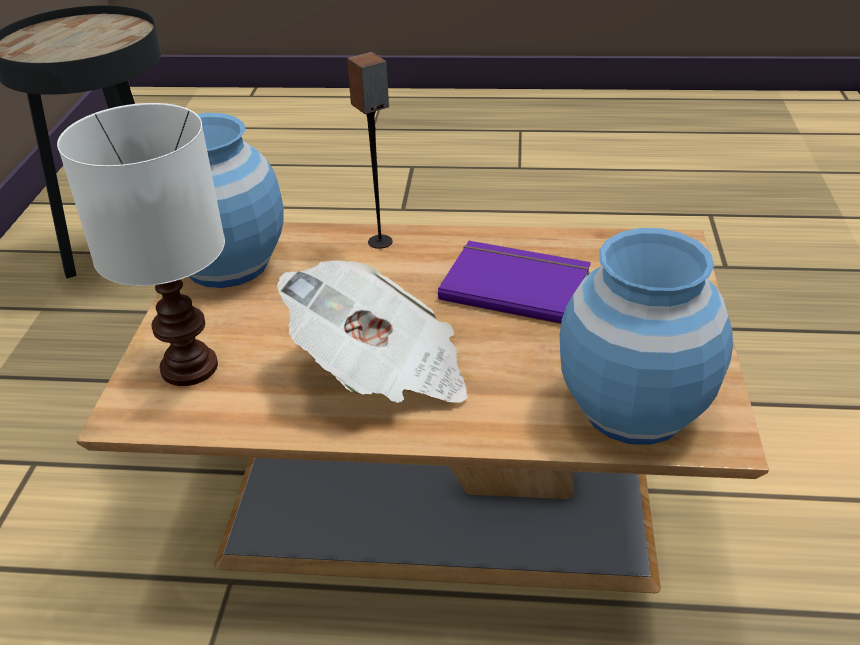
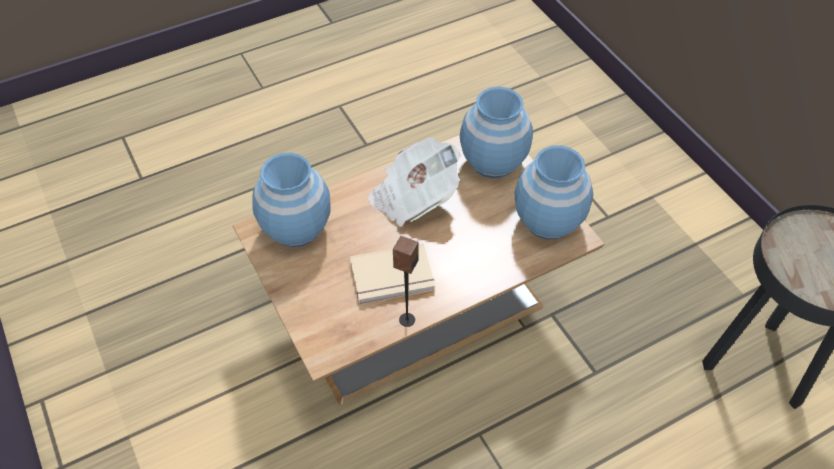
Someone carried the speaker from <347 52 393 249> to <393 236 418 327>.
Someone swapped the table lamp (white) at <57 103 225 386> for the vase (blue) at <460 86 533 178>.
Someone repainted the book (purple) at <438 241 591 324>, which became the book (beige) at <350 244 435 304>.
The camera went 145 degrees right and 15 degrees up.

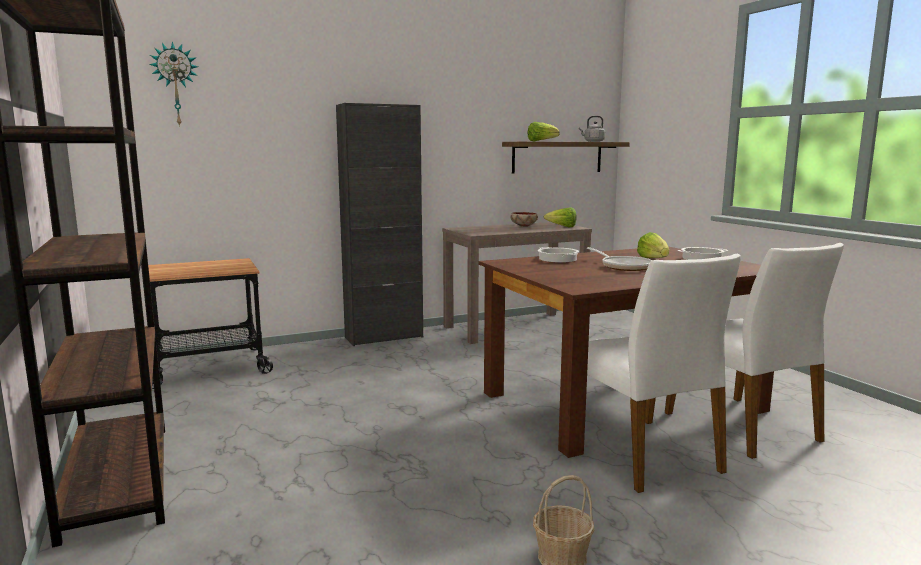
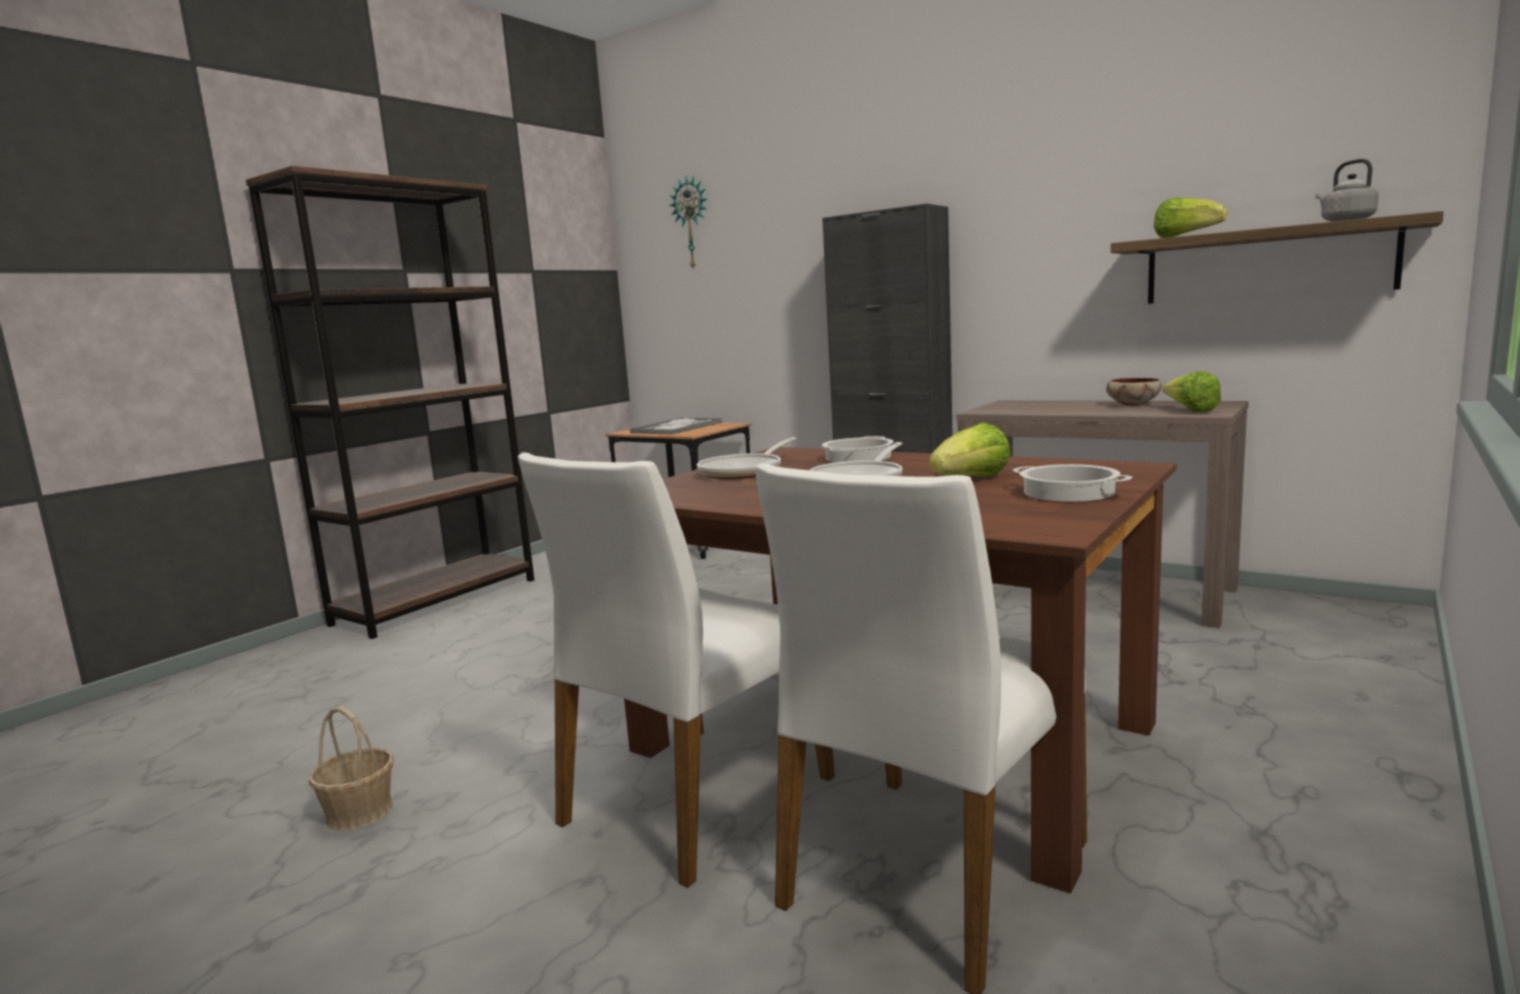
Someone put down the tray at <630 418 722 435>.
Someone put down the frying pan at <697 437 796 480>.
The camera went 60 degrees right and 0 degrees up.

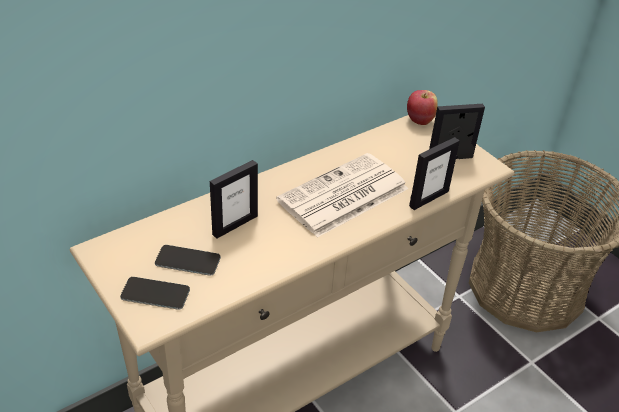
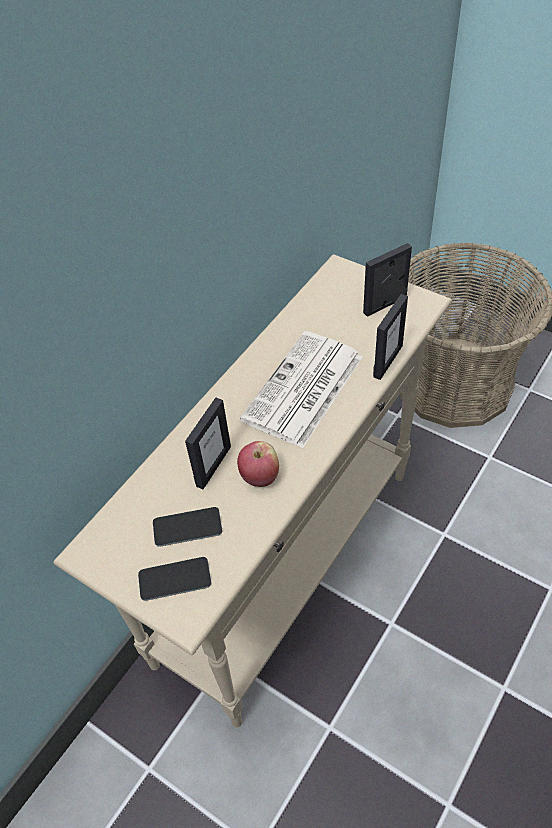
Someone carried the apple from <407 90 438 125> to <237 441 279 487>.
The camera went 15 degrees left and 10 degrees up.

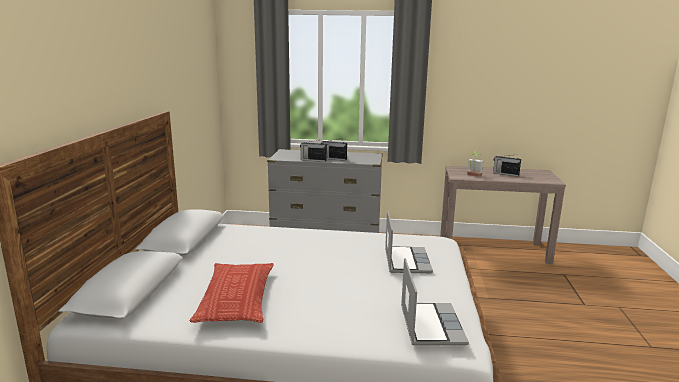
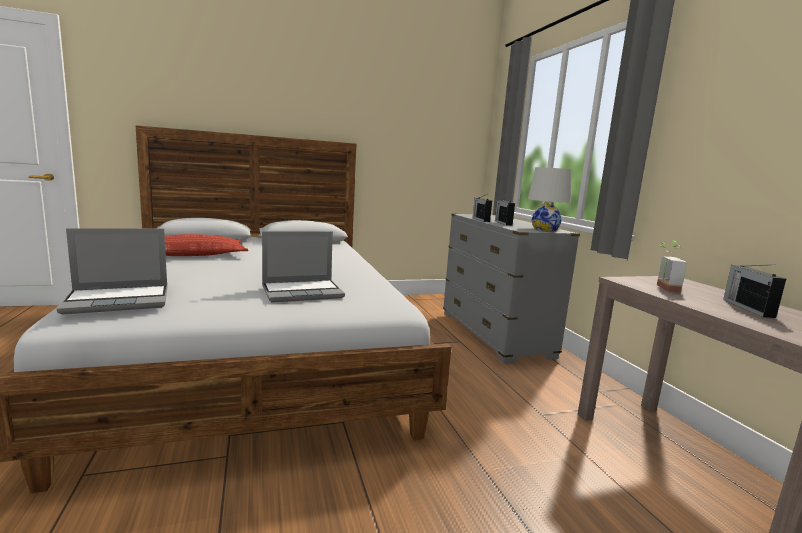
Someone put down the table lamp (white) at <528 167 572 231>.
The camera went 65 degrees right and 5 degrees down.

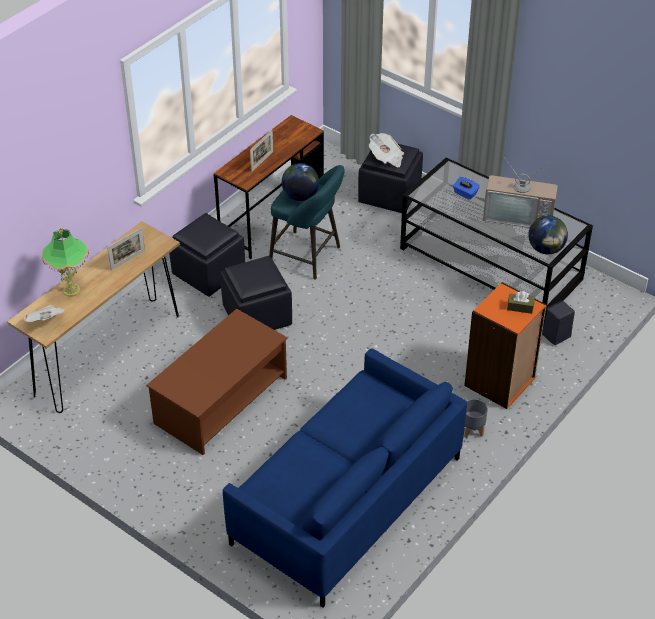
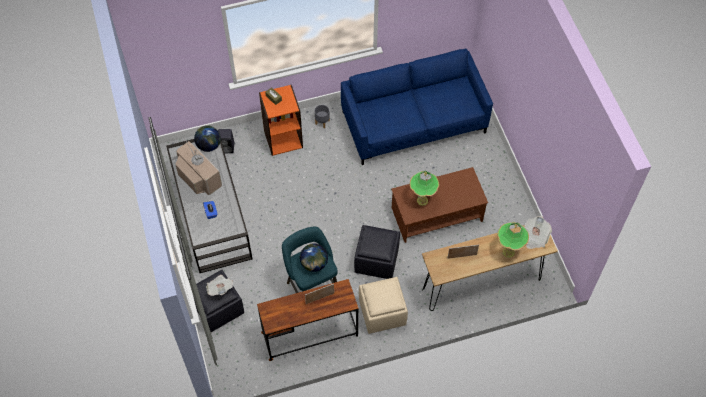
Someone repainted the ottoman (black) at <169 213 245 297>, which became the ottoman (beige) at <359 277 408 334>.
Someone put down the table lamp at <409 170 439 206>.
The camera went 145 degrees left and 15 degrees up.

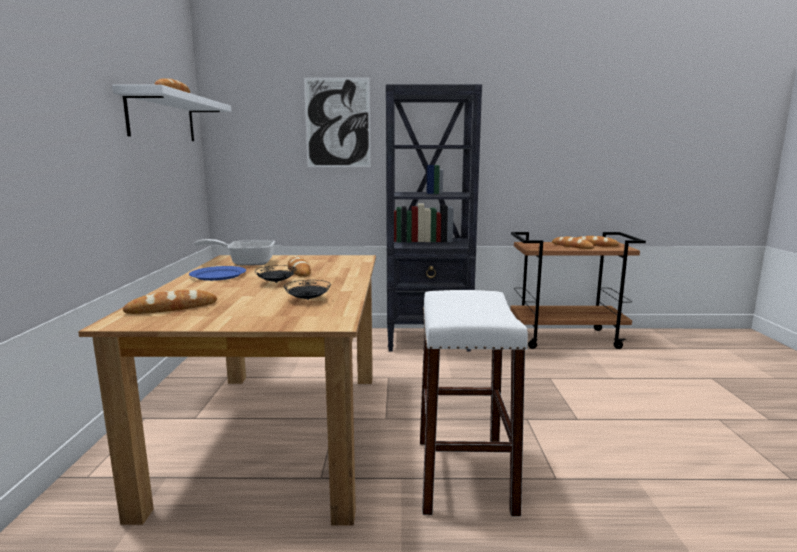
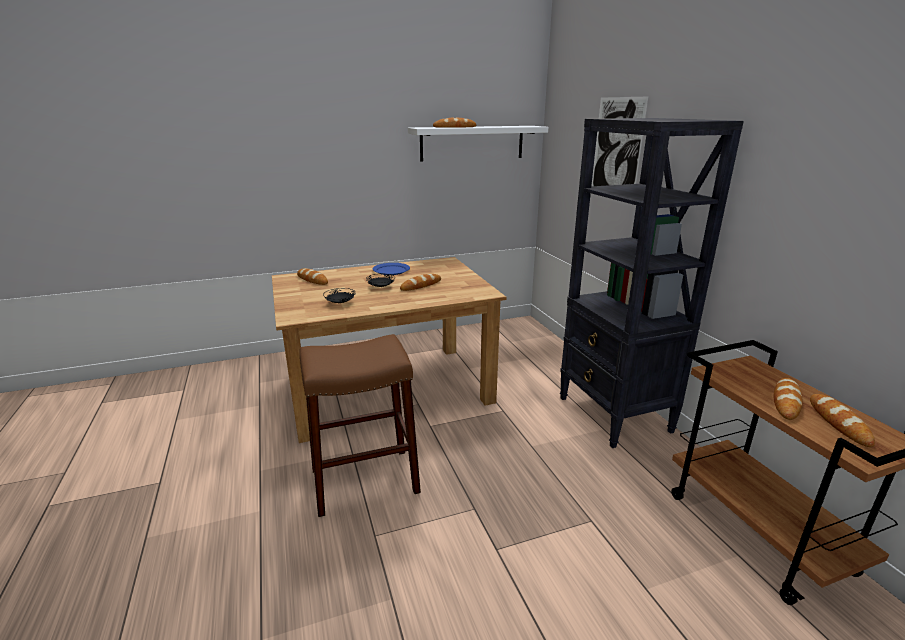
Someone took away the frying pan at <194 239 275 266>.
Someone repainted the stool (white) at <420 290 528 516>, which became the stool (brown) at <300 334 421 517>.
The camera went 70 degrees right and 10 degrees up.

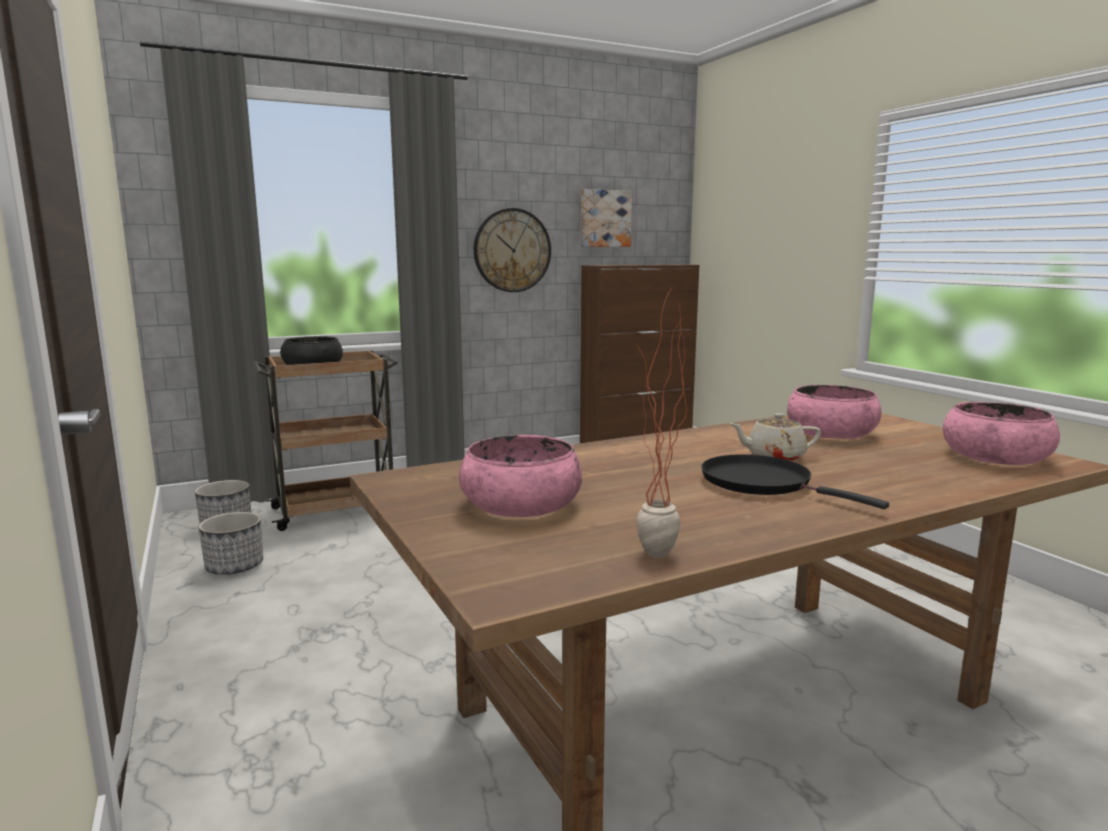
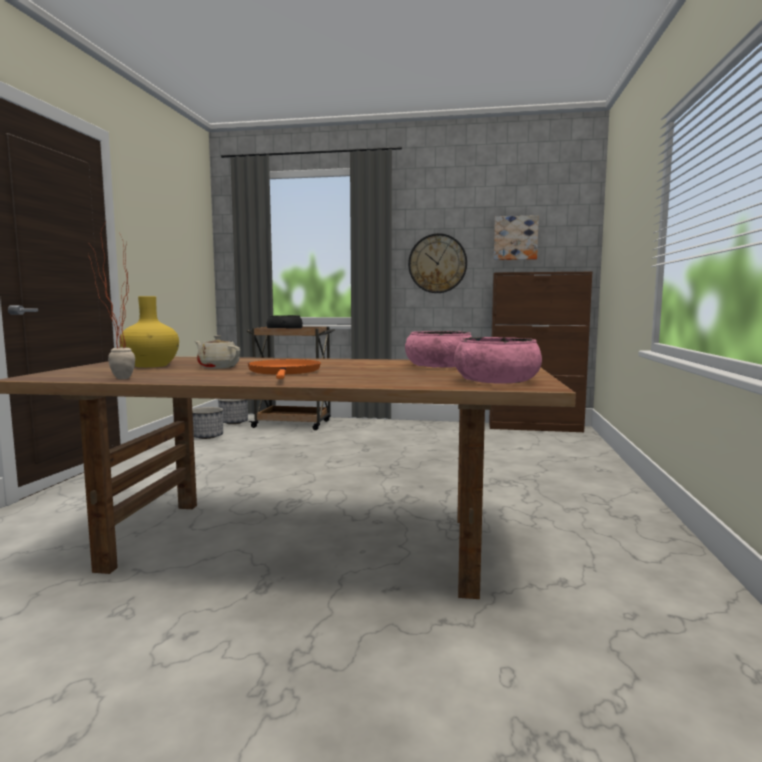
Someone carried the teapot (beige) from <729 413 821 461> to <195 335 240 369>.
Someone swapped the bowl (pink) at <459 435 582 517> for the vase (yellow) at <119 296 179 368>.
Someone repainted the frying pan (black) at <701 454 889 509>, which became the frying pan (orange) at <248 359 321 379>.
The camera went 35 degrees right and 5 degrees down.

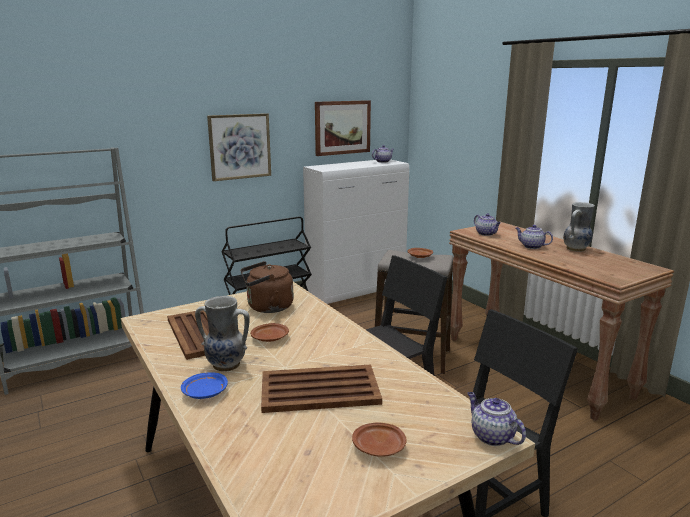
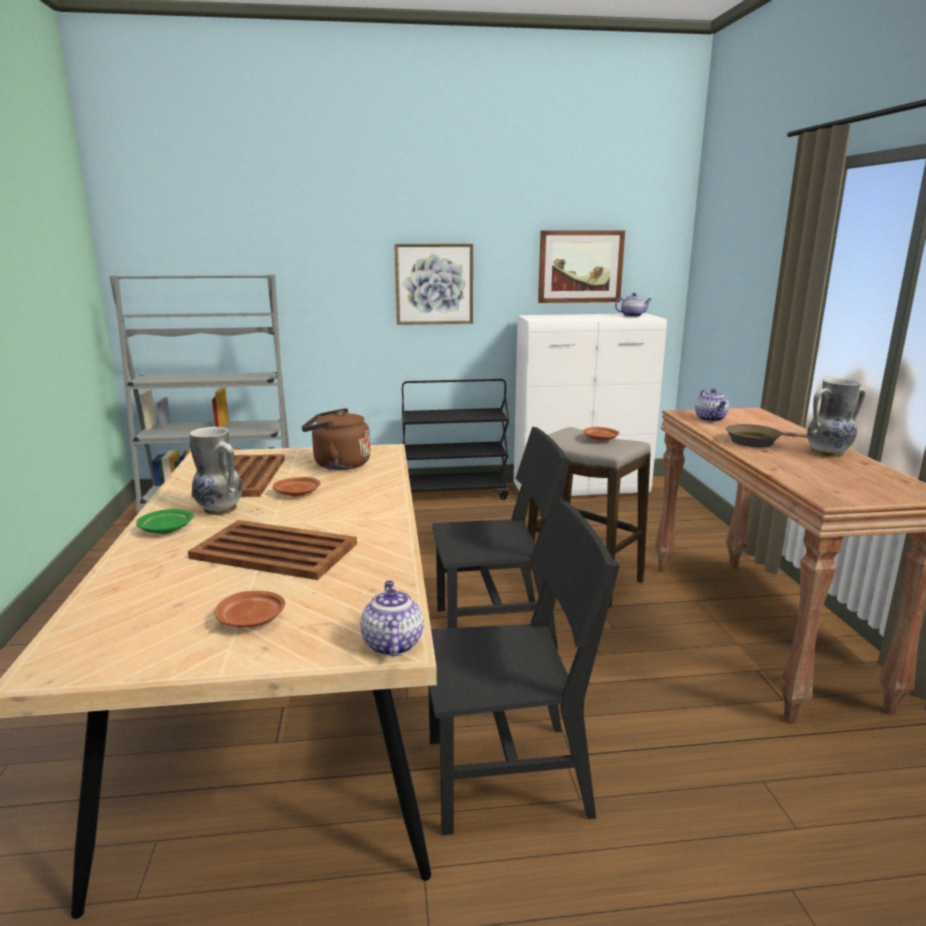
Someone swapped the teapot at <516 225 553 249> for the frying pan (brown) at <725 424 807 448>.
Someone repainted the plate (blue) at <181 372 228 399>, which became the plate (green) at <136 509 194 534>.
The camera went 25 degrees right and 0 degrees up.

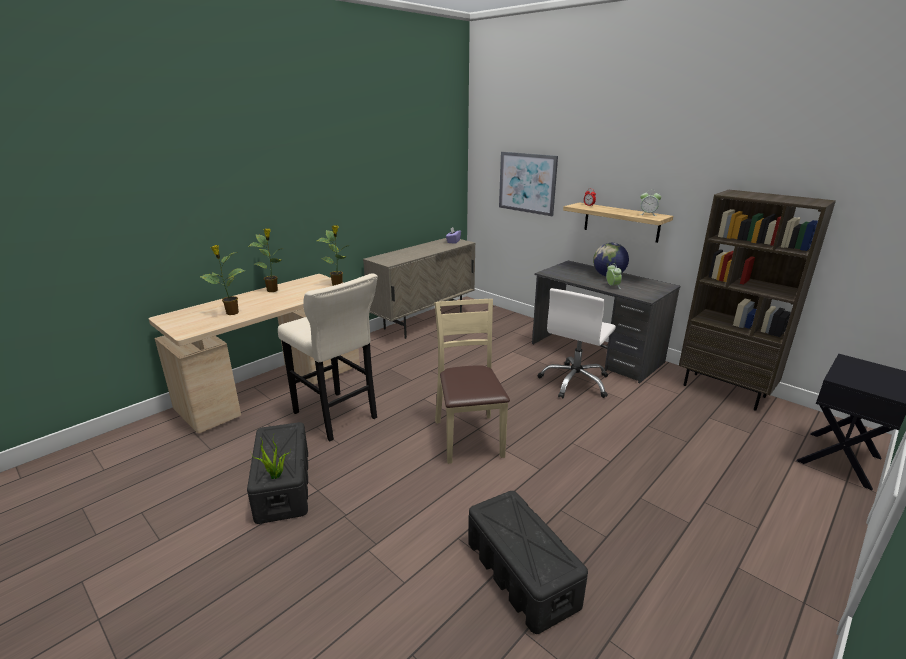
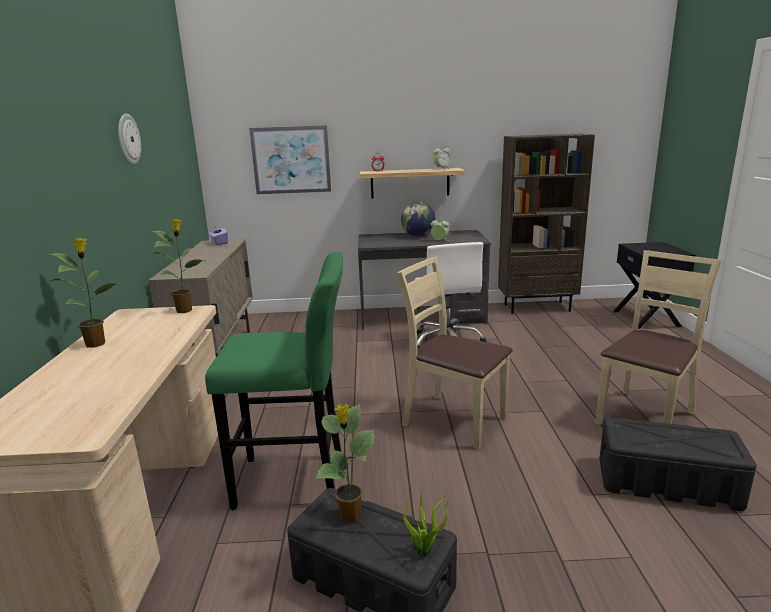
Someone carried the potted plant from <199 245 245 315> to <315 404 375 523>.
Someone repainted the stool (beige) at <278 273 378 441>, which became the stool (green) at <205 252 343 510>.
Someone put up the wall clock at <118 114 141 165>.
Someone put down the chair (beige) at <595 250 721 425>.
The camera went 45 degrees left and 5 degrees down.

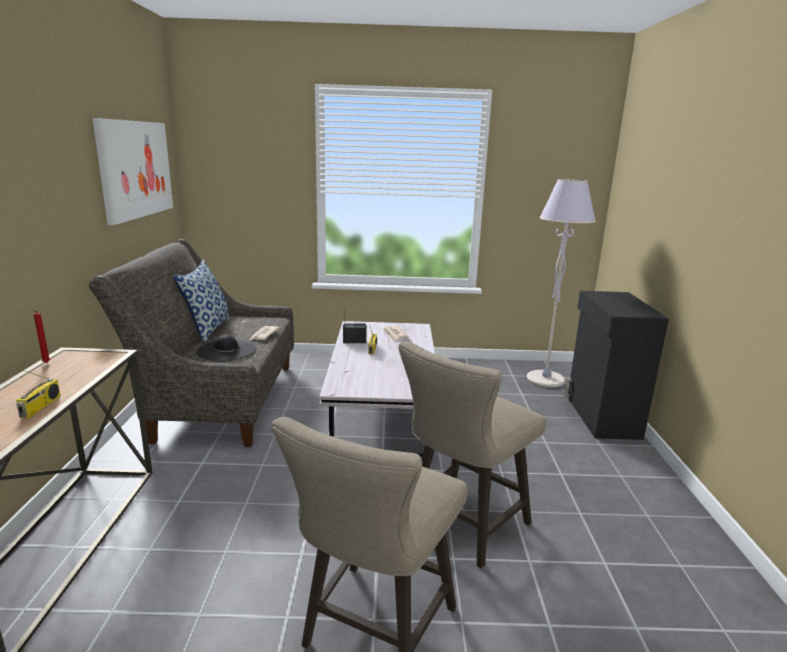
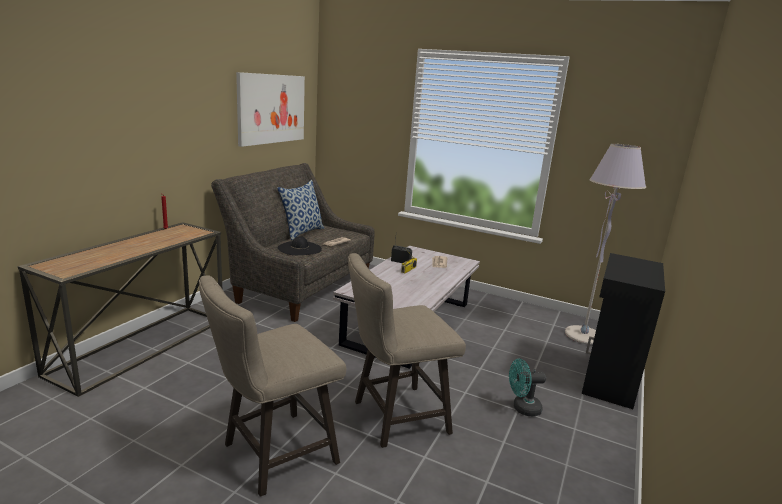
Someone took away the radio at <16 368 61 418>.
Someone put down the fan (turquoise) at <509 358 546 416>.
The camera went 25 degrees right and 0 degrees up.

